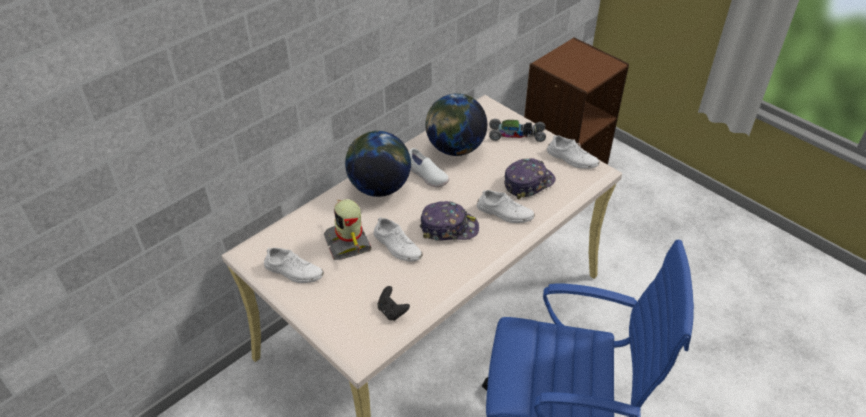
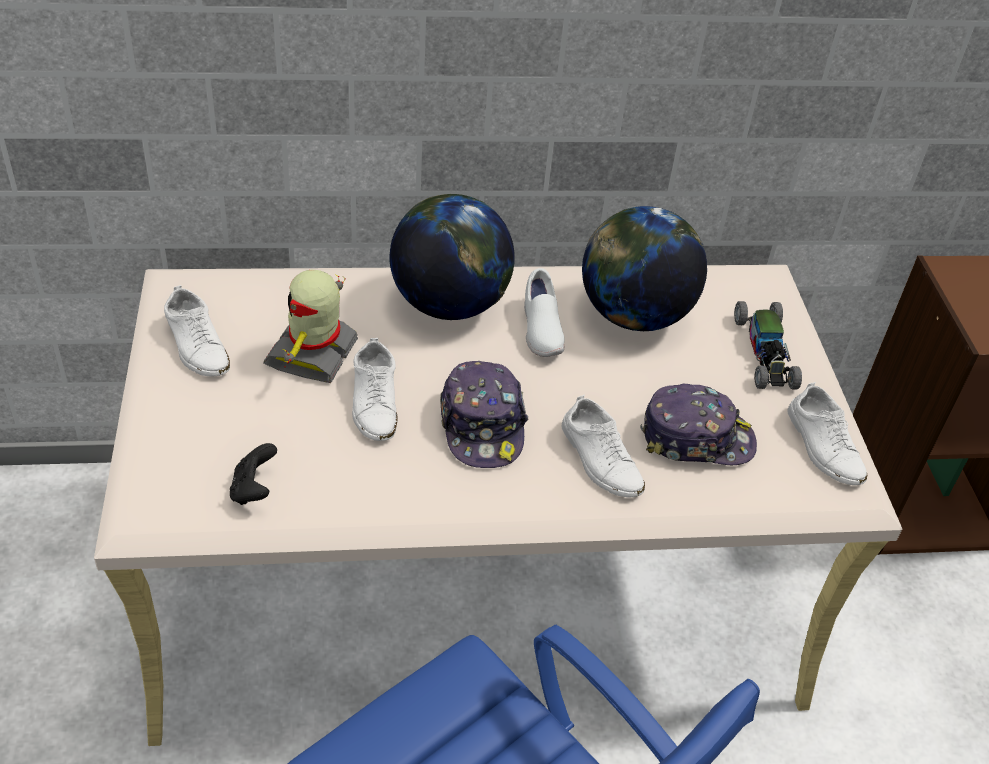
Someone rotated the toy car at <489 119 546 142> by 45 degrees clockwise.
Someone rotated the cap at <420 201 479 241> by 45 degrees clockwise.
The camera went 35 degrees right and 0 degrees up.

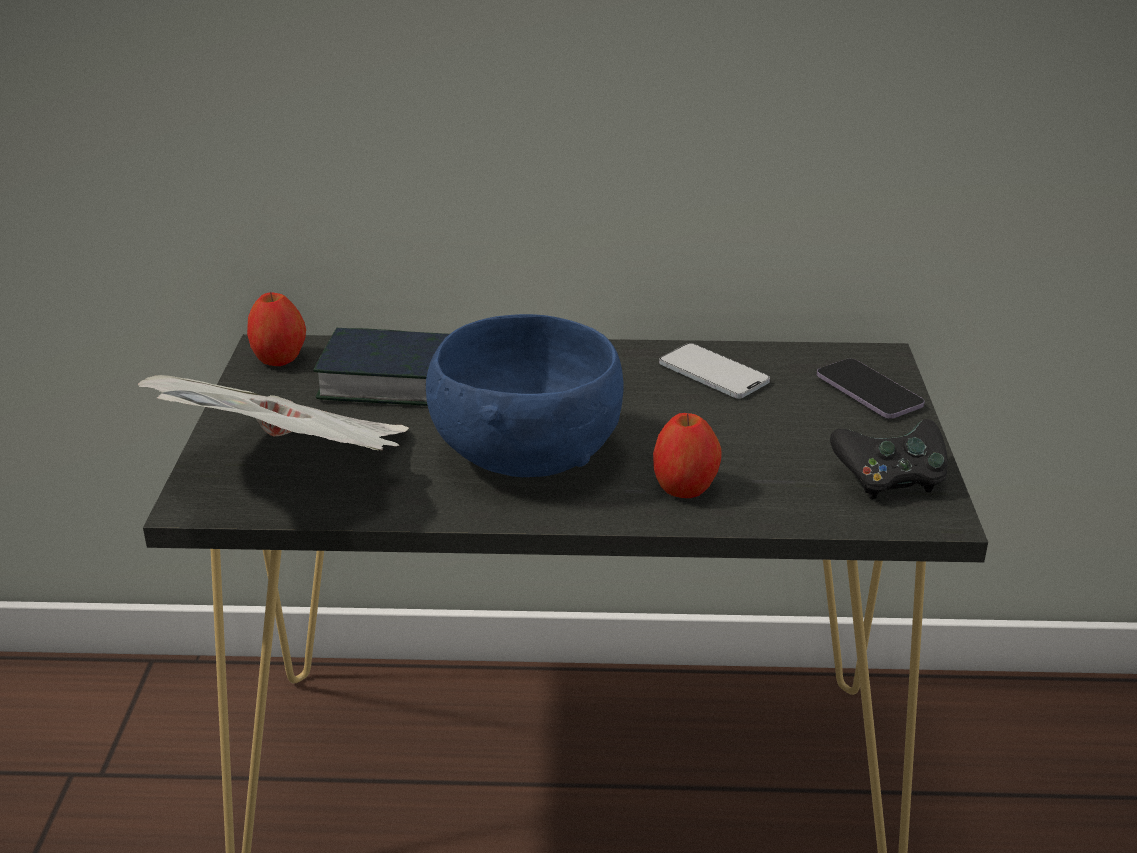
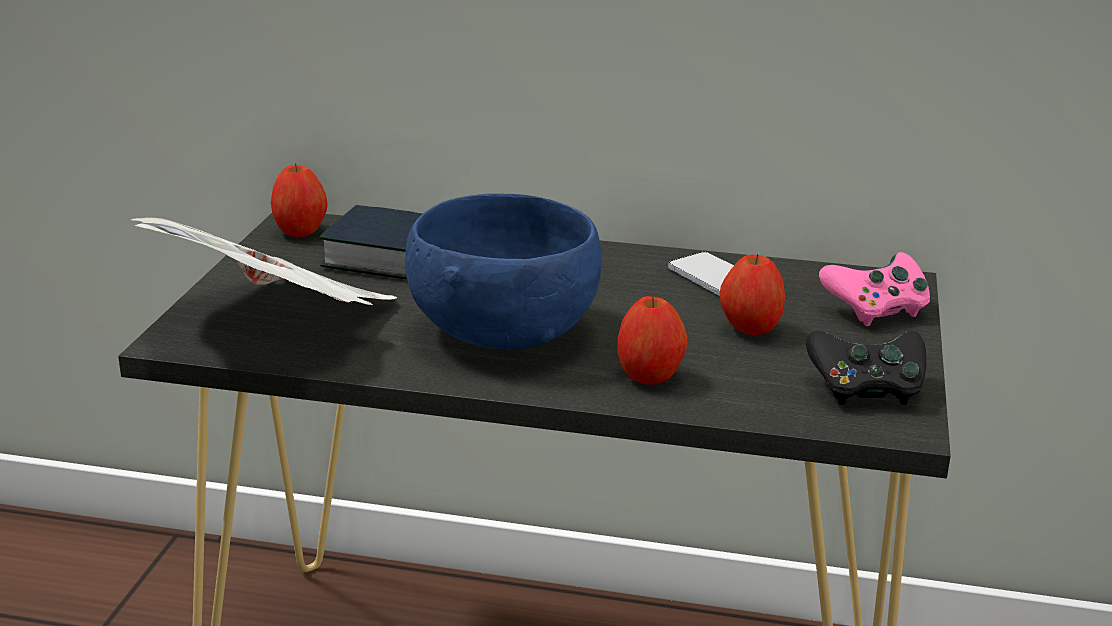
Someone swapped the phone at <817 359 925 419> for the game controller (pink) at <819 252 930 326>.
Someone put down the apple at <719 254 785 335>.
The camera went 10 degrees right and 5 degrees down.

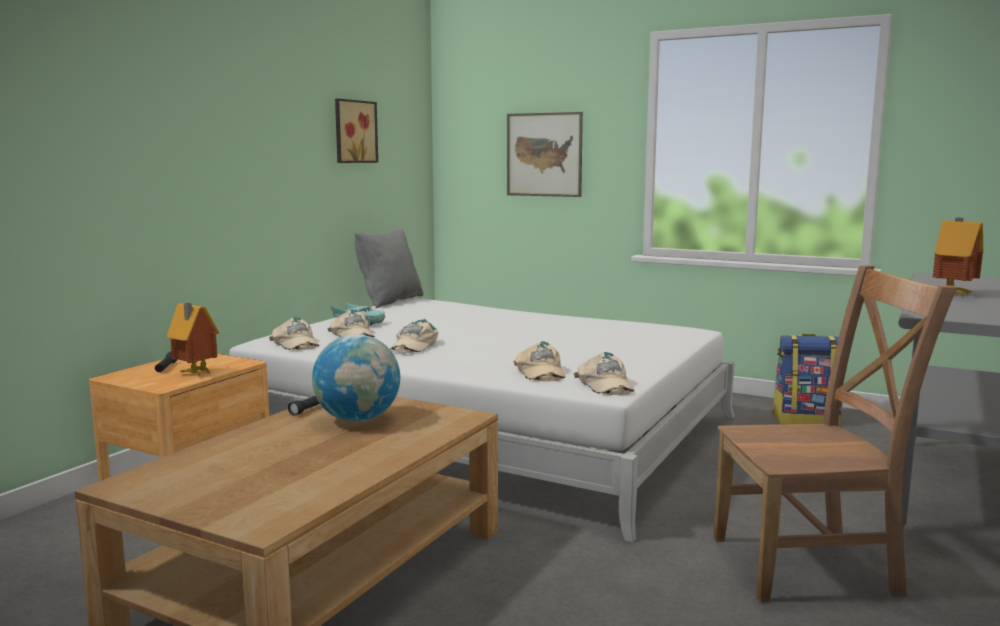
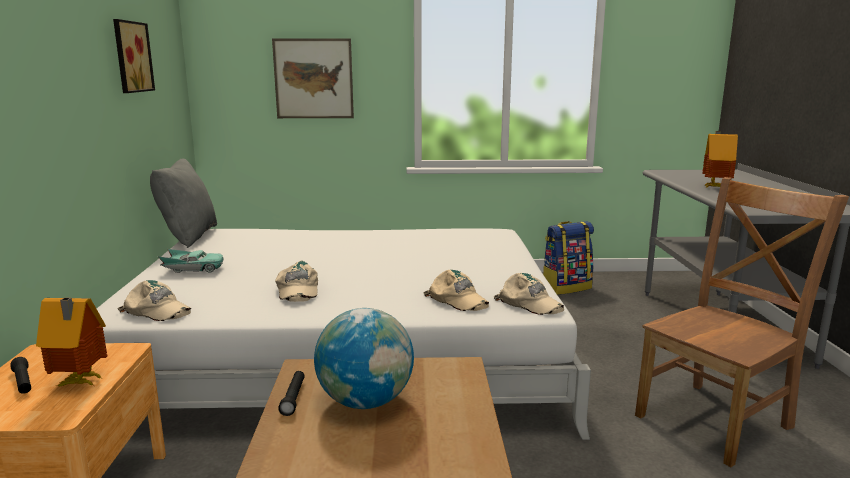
Someone took away the cap (beige) at <327 310 375 337>.
The camera went 30 degrees left and 5 degrees up.

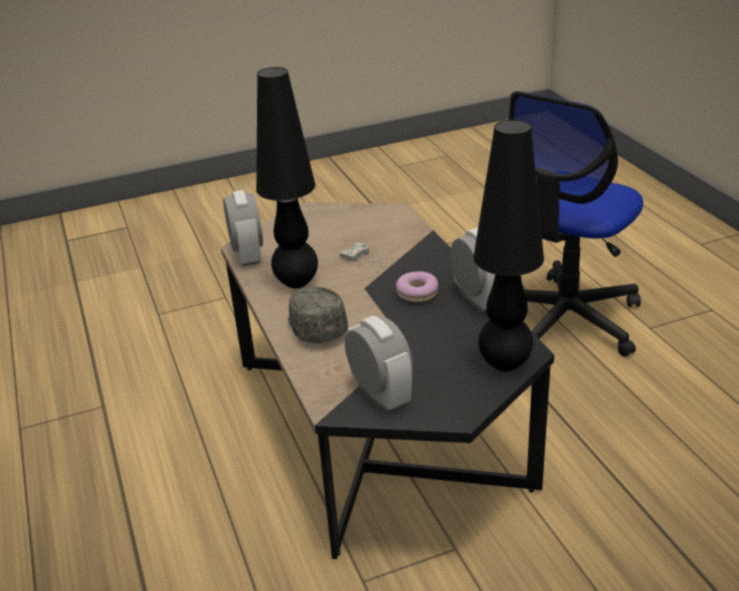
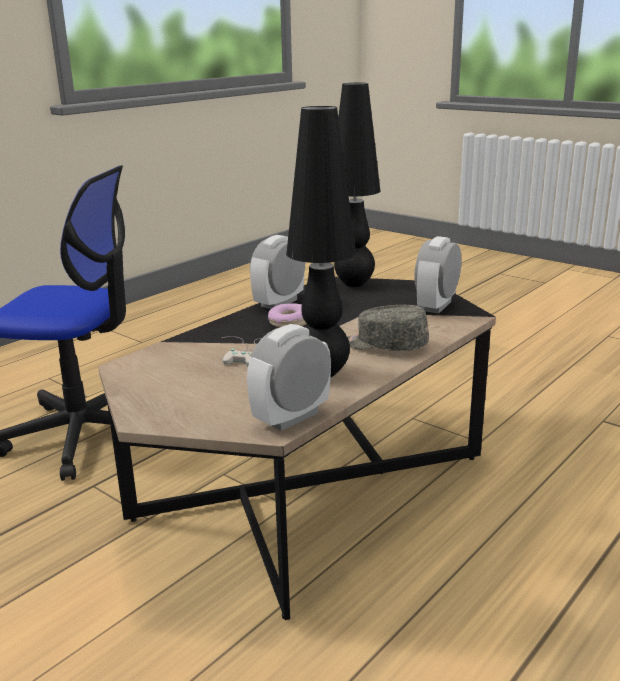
Someone rotated the cap (grey) at <288 287 348 344> by 75 degrees clockwise.
The camera went 120 degrees left and 10 degrees down.

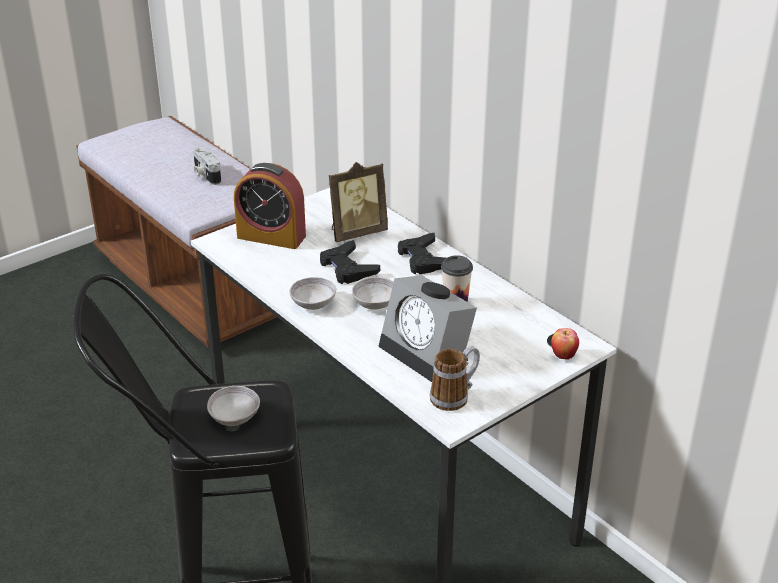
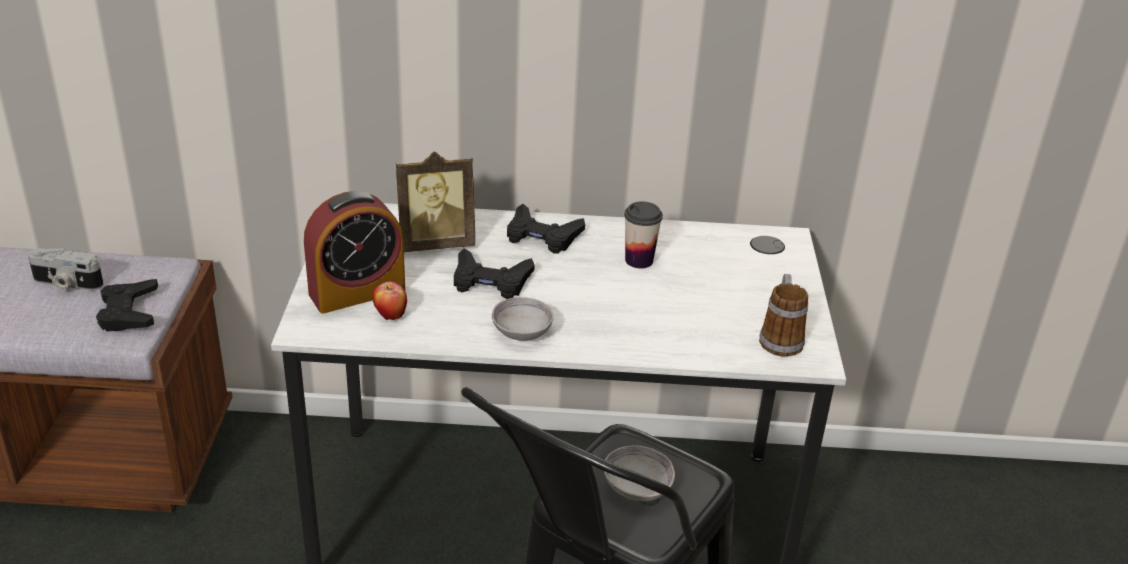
Someone rotated the picture frame at <329 162 388 242> by 60 degrees clockwise.
Someone took away the alarm clock at <378 275 477 382>.
Someone took away the bowl (grey) at <352 277 394 310>.
Someone carried the apple from <551 328 579 360> to <373 282 407 320>.
Someone put down the game controller (black) at <96 279 158 332>.
The camera went 50 degrees left and 0 degrees up.

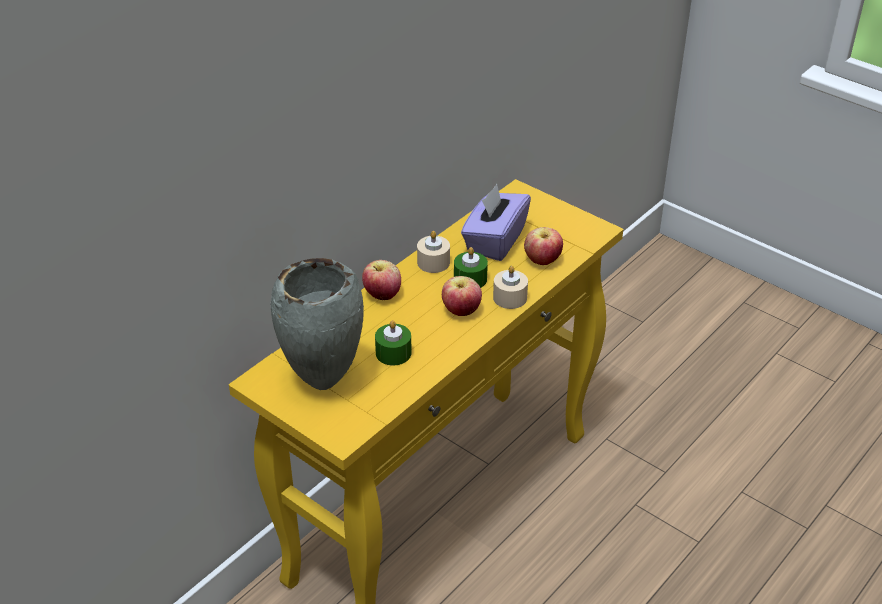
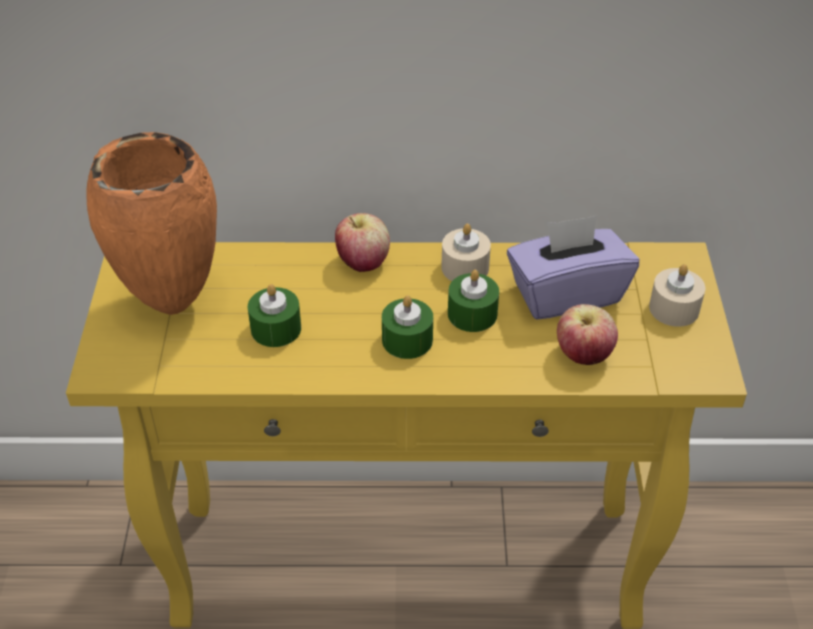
Someone repainted the vase (grey) at <270 258 364 390>, which became the vase (orange) at <86 132 217 315>.
Someone carried the candle (beige) from <493 266 528 309> to <649 264 706 327>.
Someone swapped the apple at <442 276 482 316> for the candle (green) at <382 295 433 359>.
The camera went 50 degrees right and 5 degrees up.

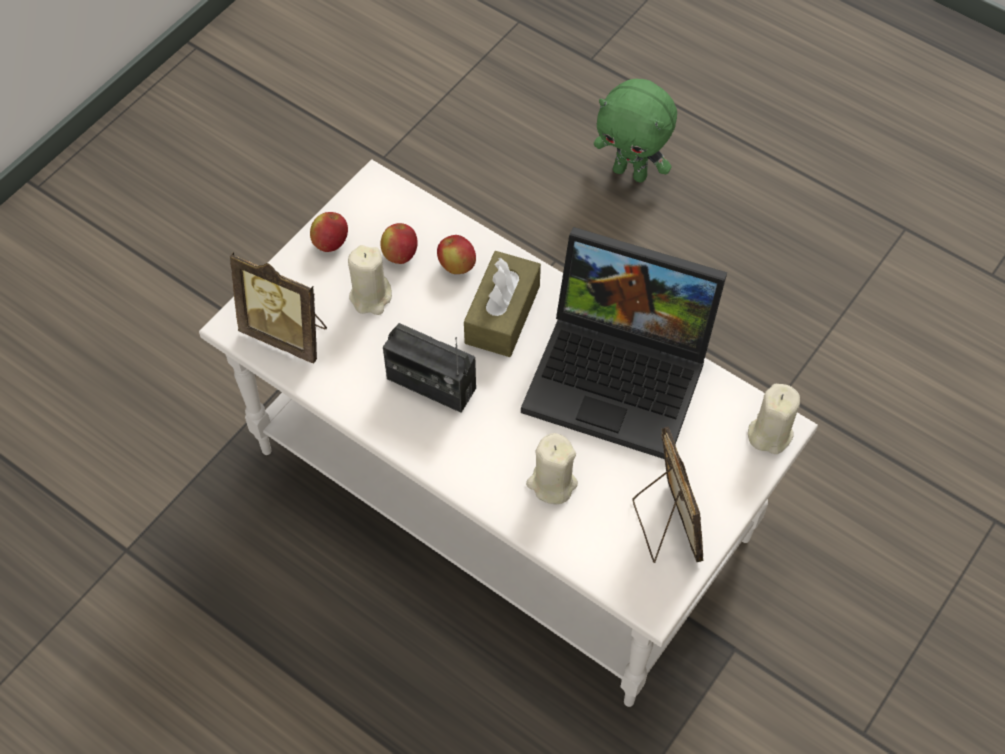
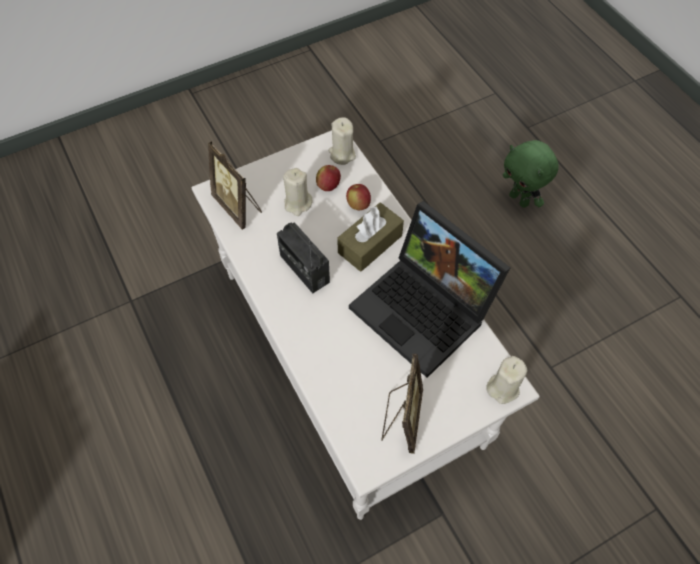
Someone took away the apple at <310 212 348 252>.
Someone carried the candle (beige) from <526 433 578 504> to <328 117 356 165>.
The camera went 25 degrees right and 0 degrees up.

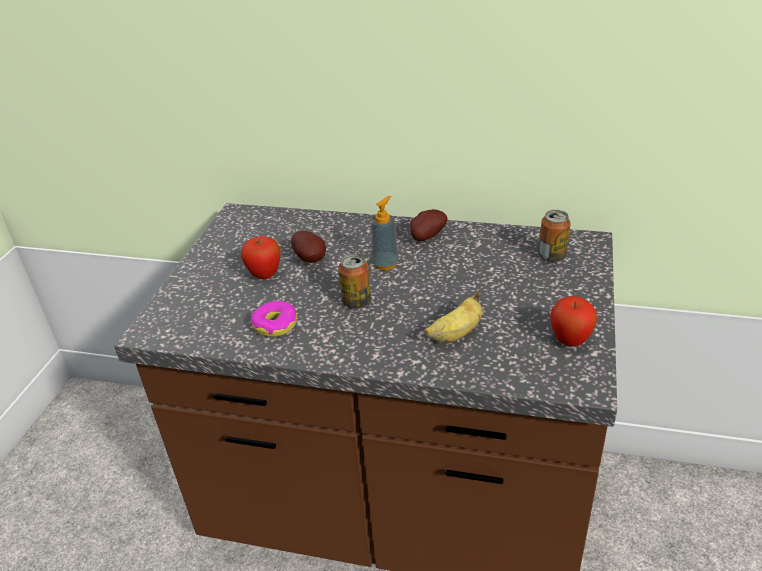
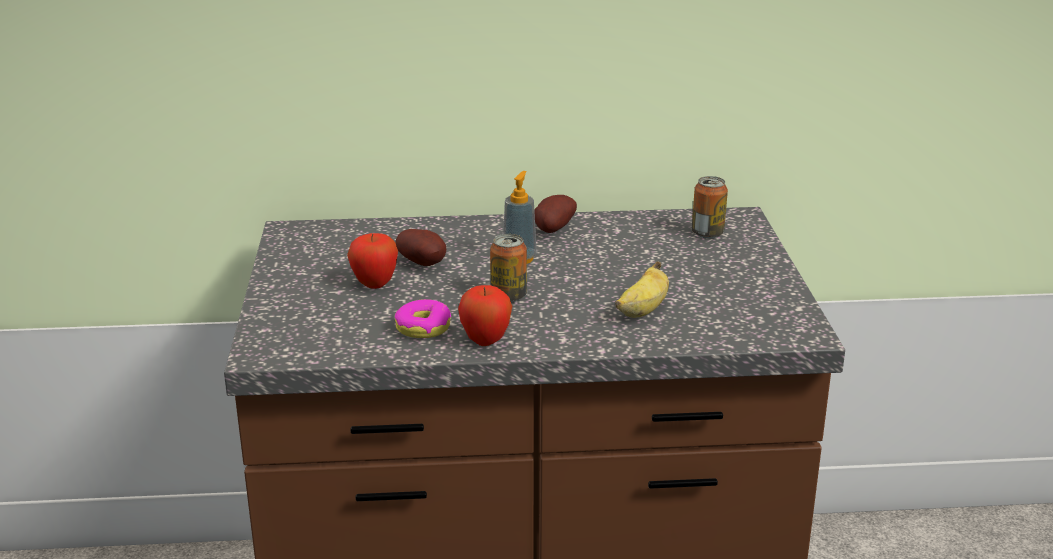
Someone carried the apple from <550 296 598 346> to <458 285 512 346>.
The camera went 20 degrees left and 10 degrees down.

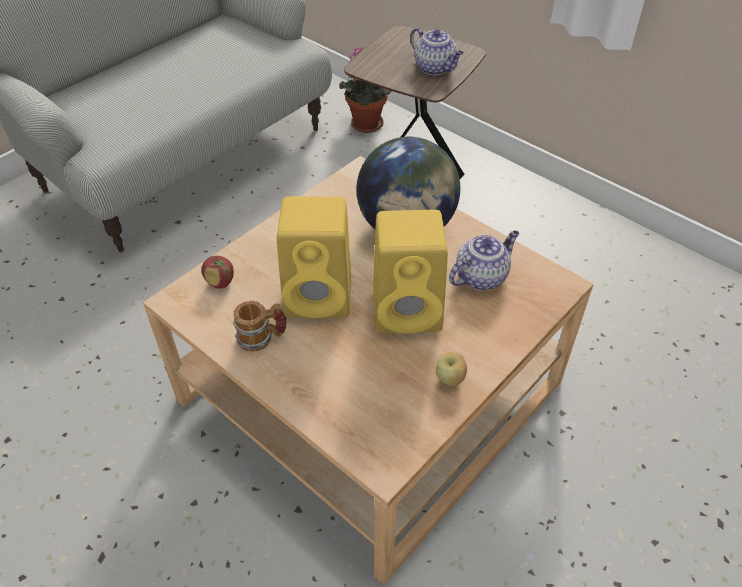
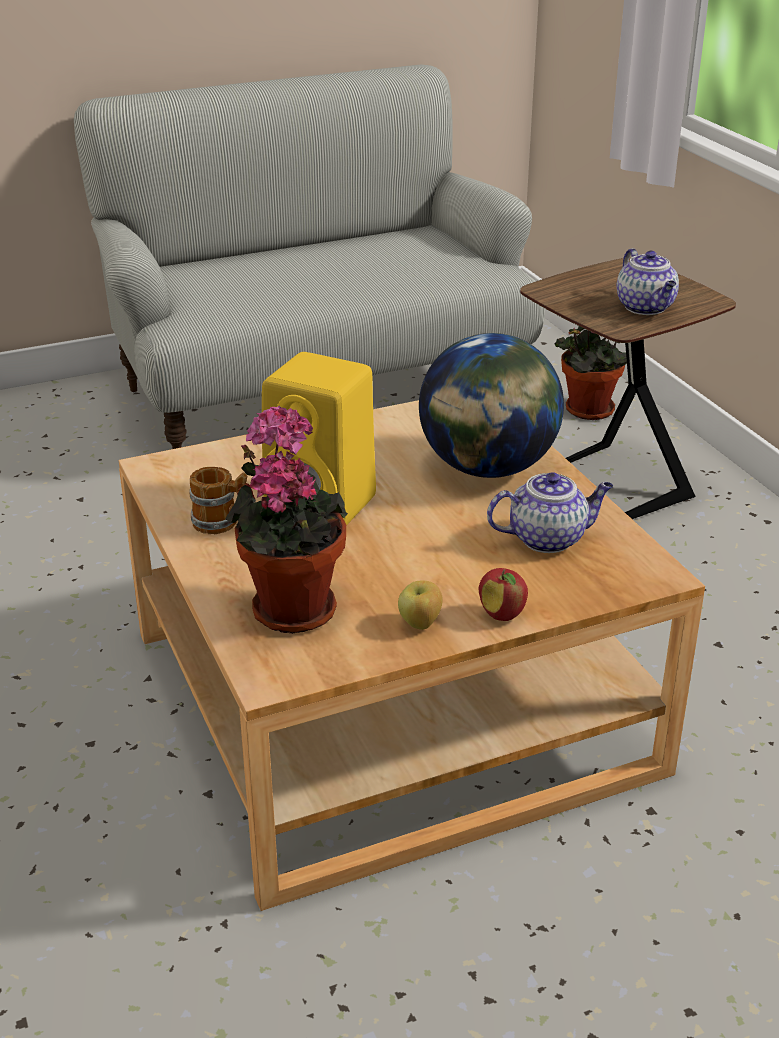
Someone took away the speaker (yellow) at <373 210 448 334>.
Someone carried the apple from <201 256 234 289> to <479 568 528 621>.
Someone put down the potted plant at <226 406 348 634>.
The camera went 25 degrees right and 15 degrees down.

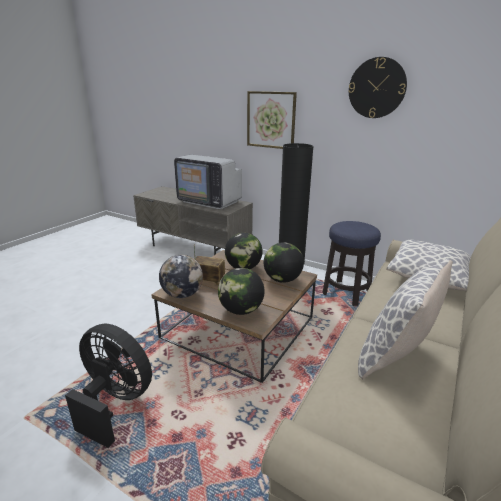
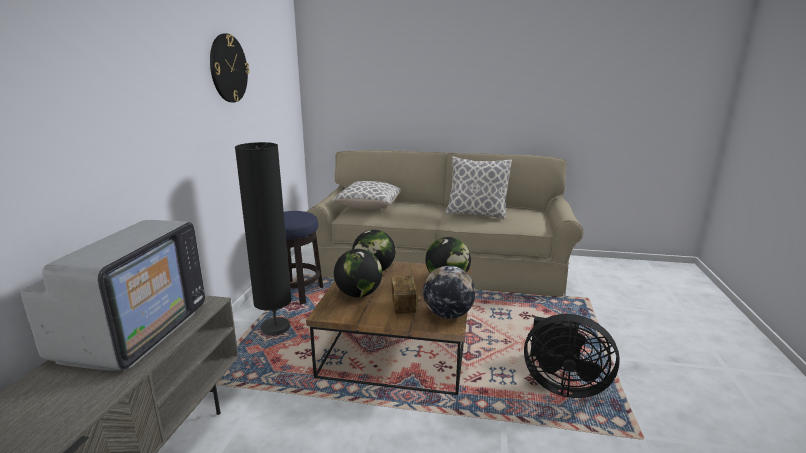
Someone took away the picture at <247 91 297 149>.
Someone rotated the fan (black) at <65 324 152 448> by 75 degrees counterclockwise.
The camera went 110 degrees left and 5 degrees down.

